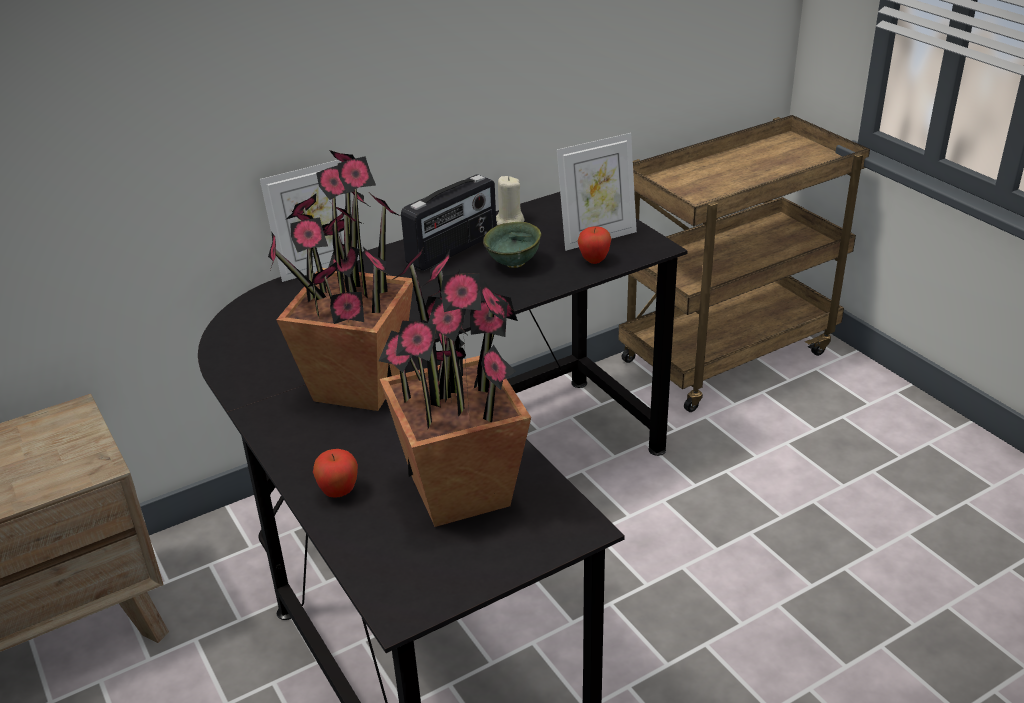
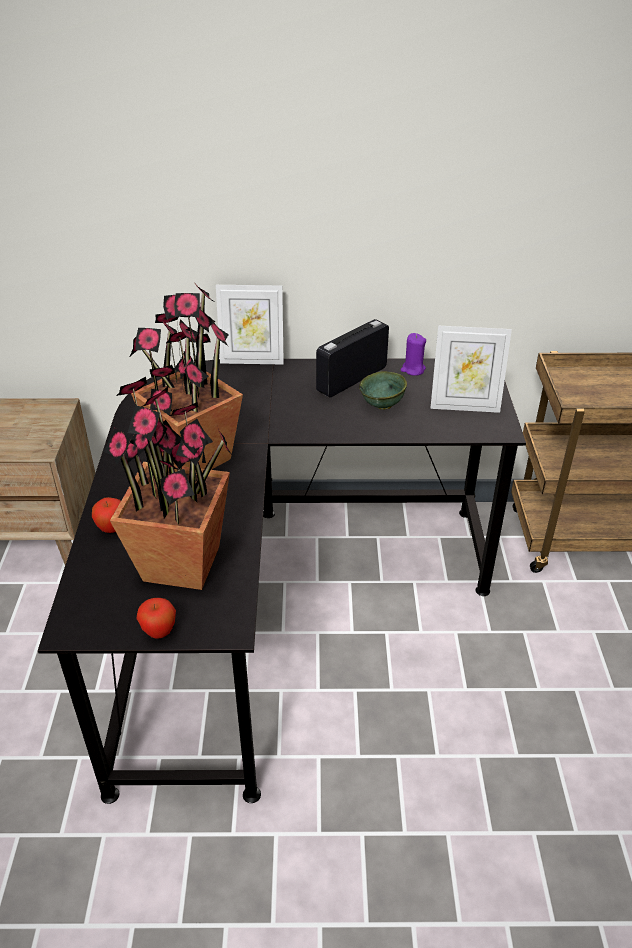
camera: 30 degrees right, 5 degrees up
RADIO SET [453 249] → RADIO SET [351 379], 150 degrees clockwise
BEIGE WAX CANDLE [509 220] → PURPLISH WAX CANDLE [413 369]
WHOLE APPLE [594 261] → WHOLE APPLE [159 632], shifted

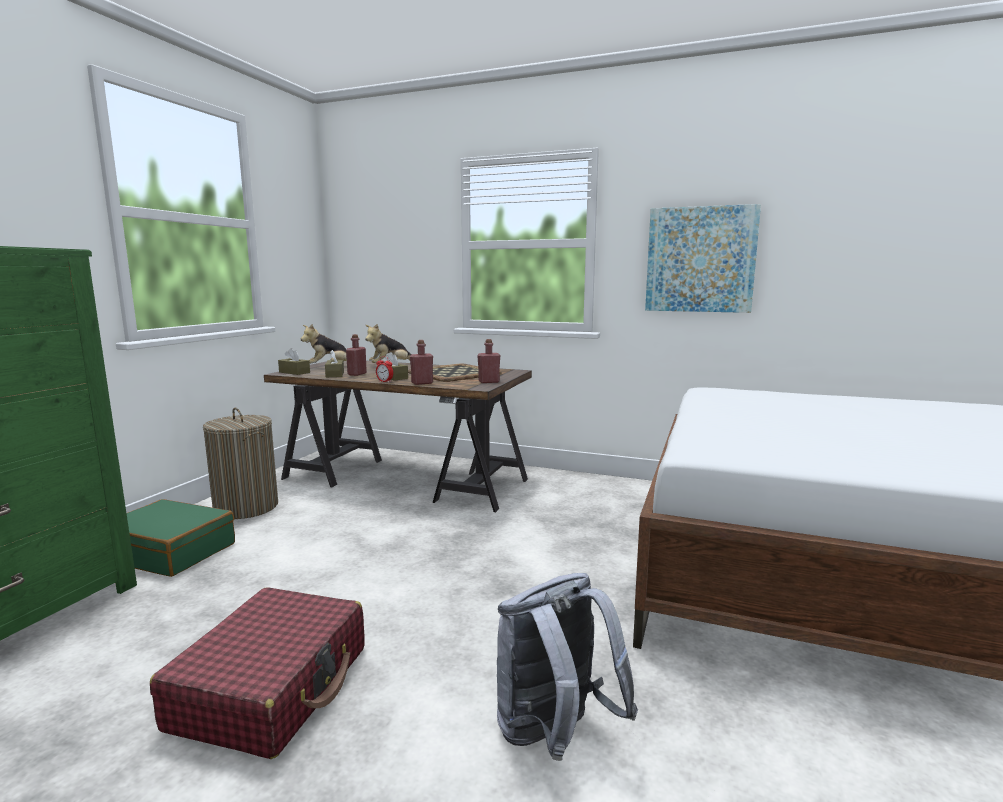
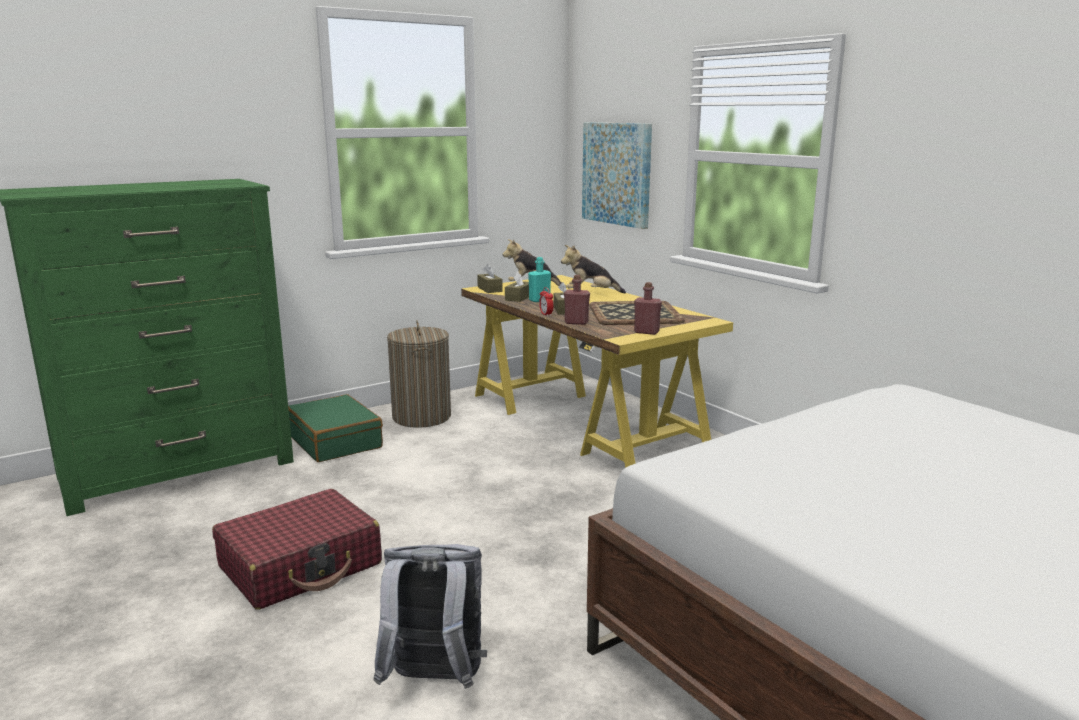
camera: 35 degrees right, 5 degrees up
BROWN DESK [405 479] → YELLOW DESK [584 422]
RED-COLOURED BOTTLE [357 374] → TURQUOISE BOTTLE [539 300]
WALL PICTURE [700 260] → WALL PICTURE [617 173], shifted

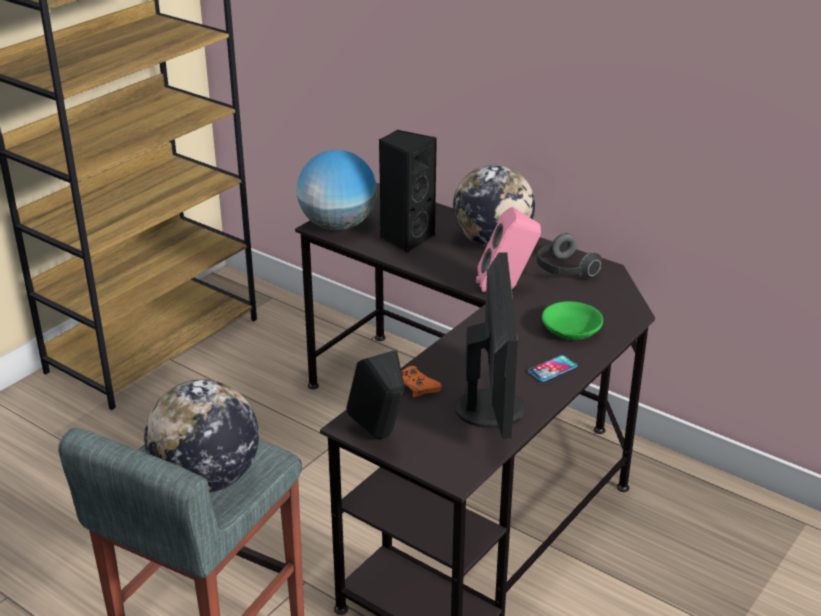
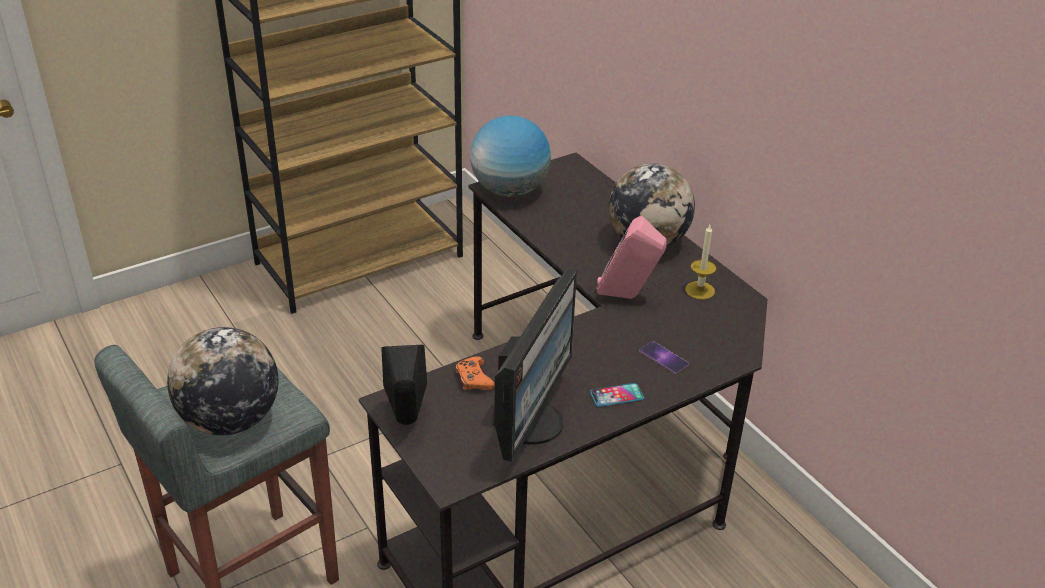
camera: 20 degrees right, 5 degrees up
BLACK AUDIO SPEAKER [406 238] → -
HEADPHONES [564 270] → WAX CANDLE [700 290]
GREEN-COLOURED BOWL [570 330] → HANDSET [663 357]

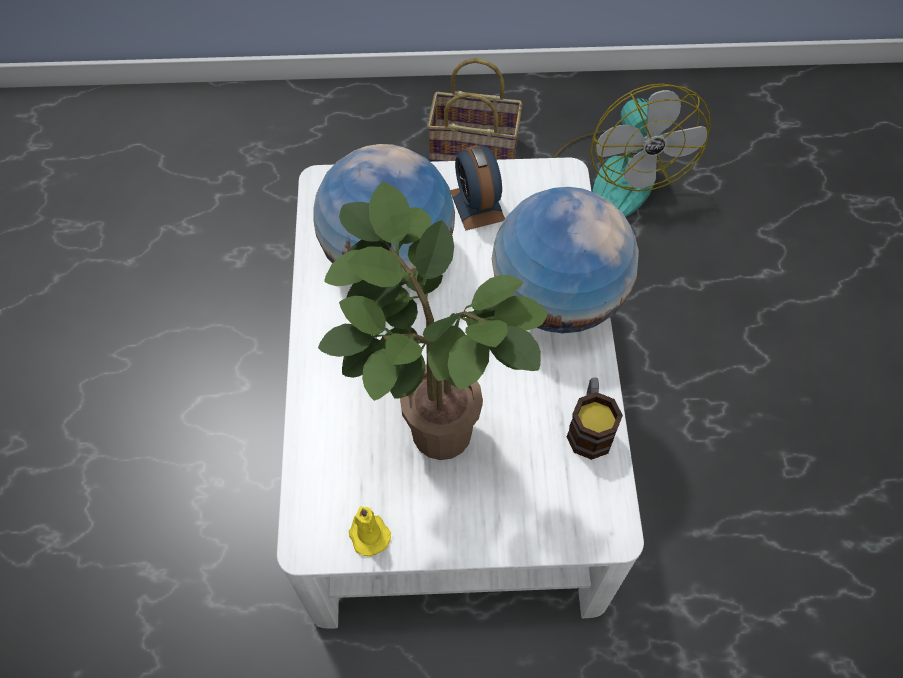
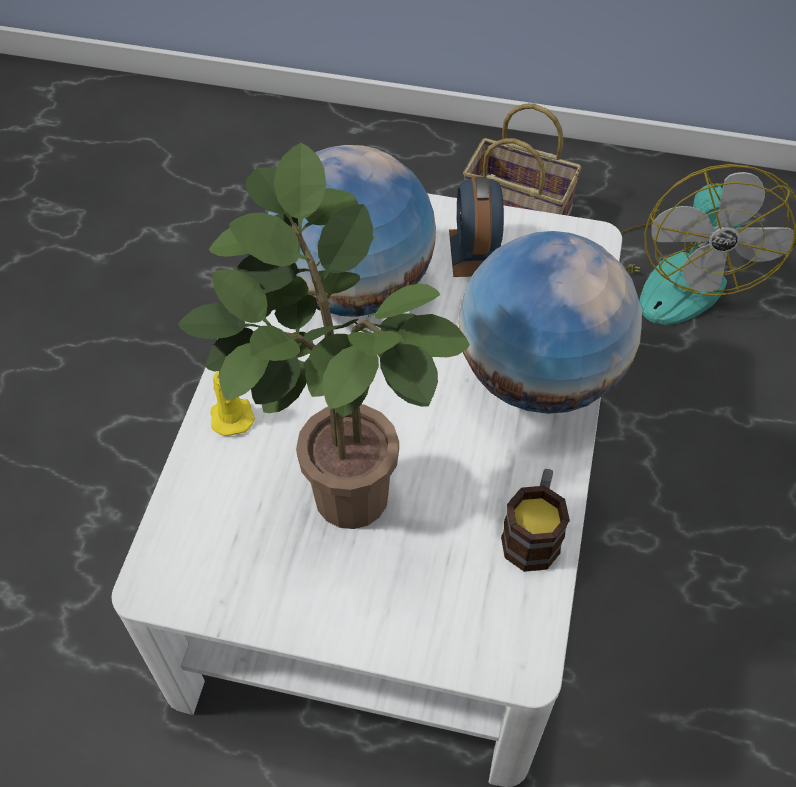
camera: 15 degrees right, 5 degrees down
YELLOW WAX CANDLE [368 533] → YELLOW WAX CANDLE [231 415], shifted

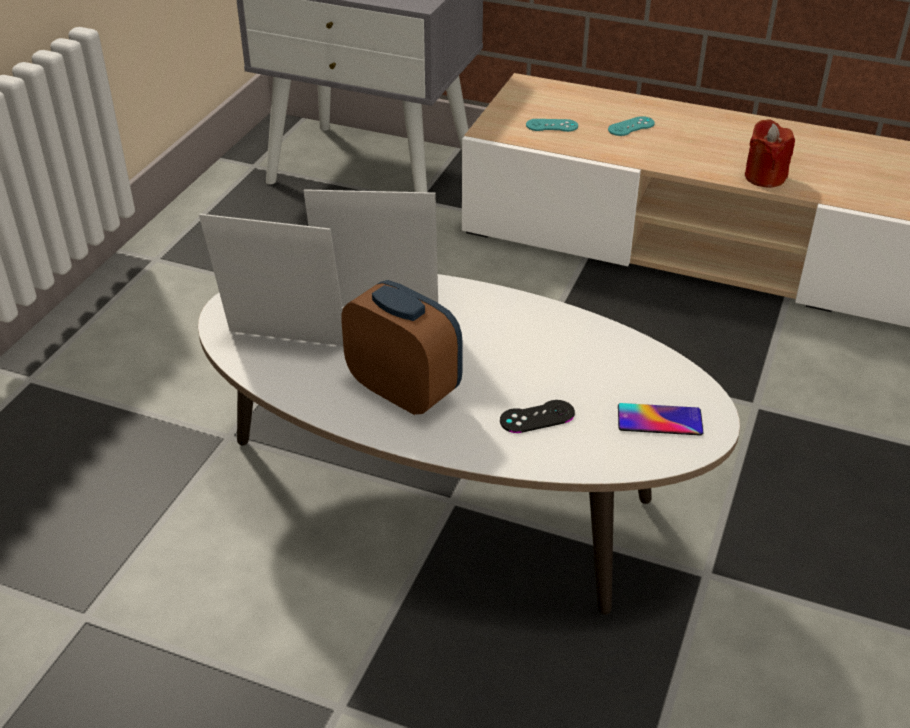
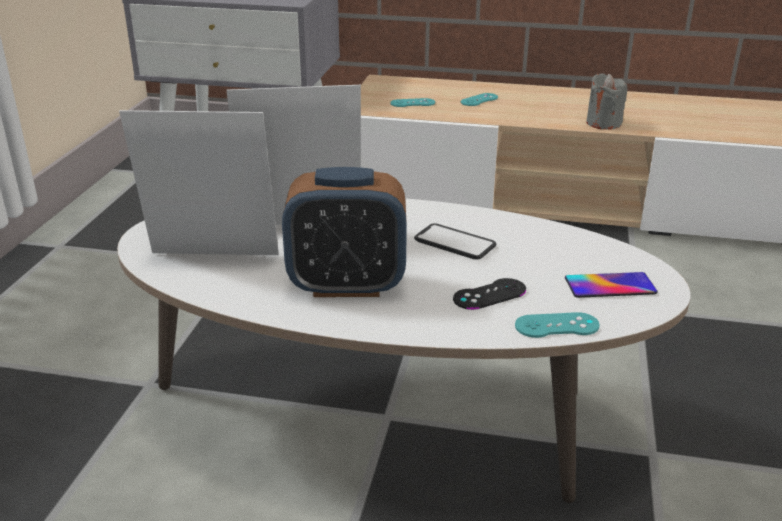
camera: 10 degrees left, 10 degrees down
TABLE CLOCK [404 391] → TABLE CLOCK [347 285], 150 degrees clockwise
RED-COLOURED WAX CANDLE [764 177] → GREY WAX CANDLE [603 123]
- → HANDSET [454 243]
- → TURQUOISE JOYPAD [557 326]

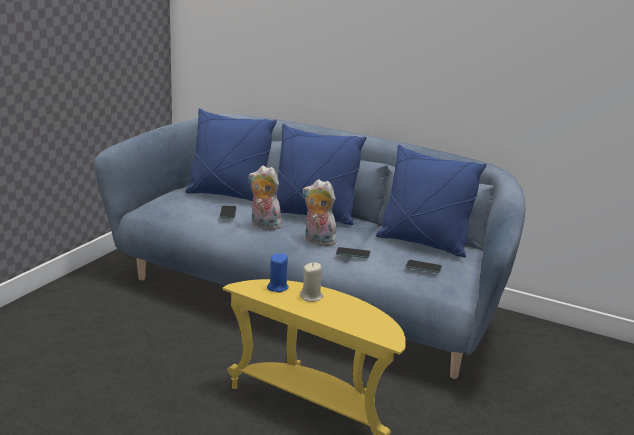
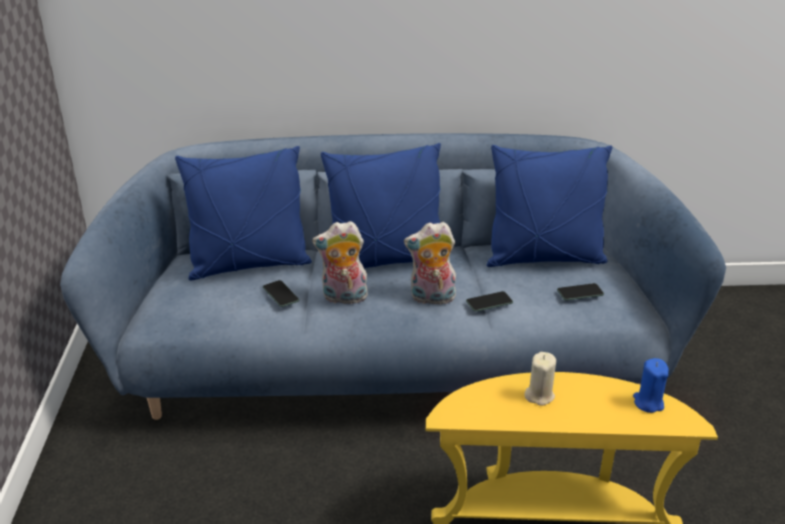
camera: 30 degrees left, 10 degrees up
BLUISH WAX CANDLE [277 287] → BLUISH WAX CANDLE [648 402], shifted

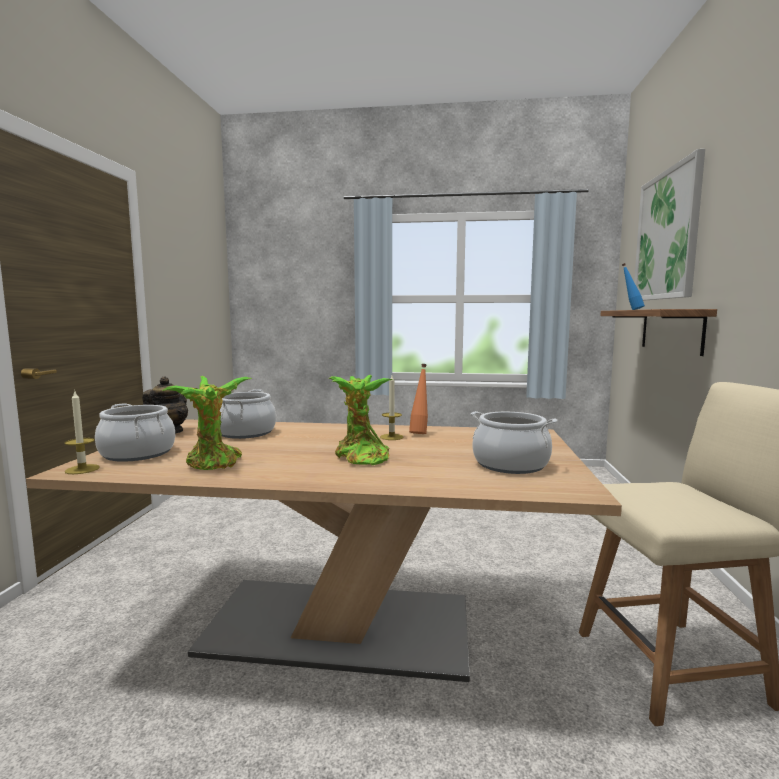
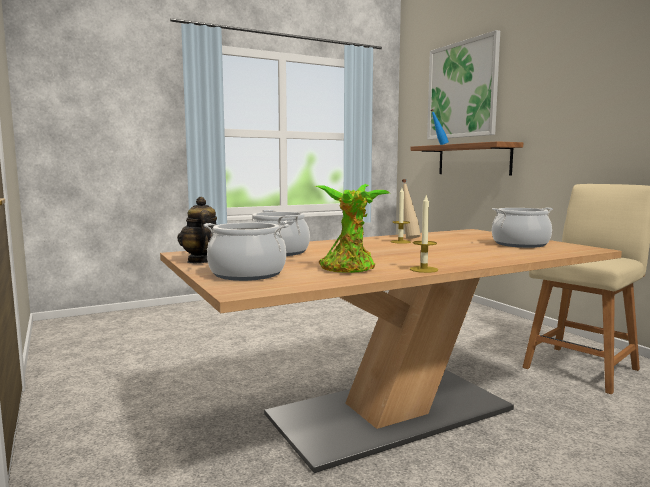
camera: 35 degrees left, 0 degrees up
WAX CANDLE [82 469] → WAX CANDLE [423 269], shifted
HOUSEPLANT [360 457] → -
ORANGEY BOTTLE [420 433] → BEIGE BOTTLE [409 238]

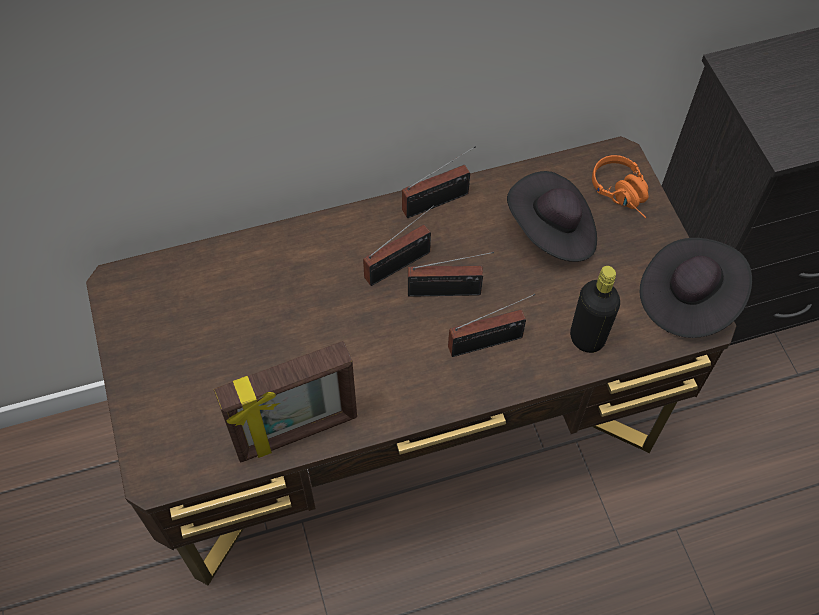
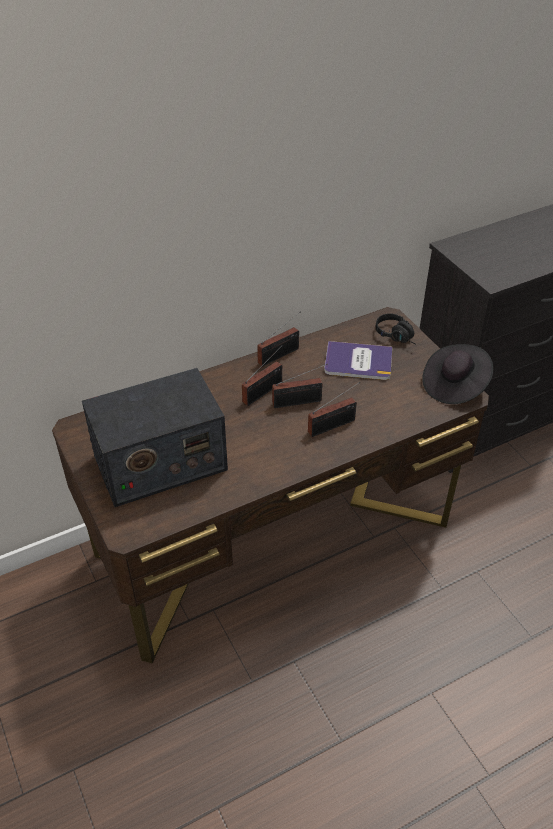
camera: 10 degrees left, 15 degrees down
STANDING FRAME [296 433] → -
BLACK WEARABLE HAT [552 232] → VOLUME [358 362]
BLACK BOTTLE [587 338] → -
ORANGEY HEADPHONES [624 194] → BLACK HEADPHONES [398 336]
- → RADIO SET [159 462]

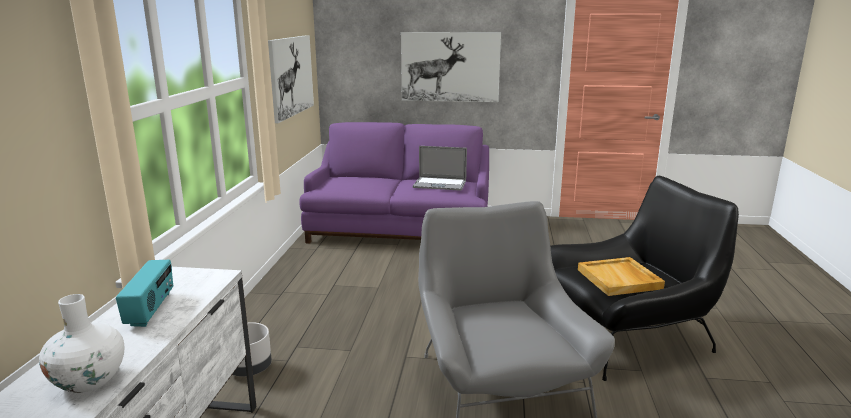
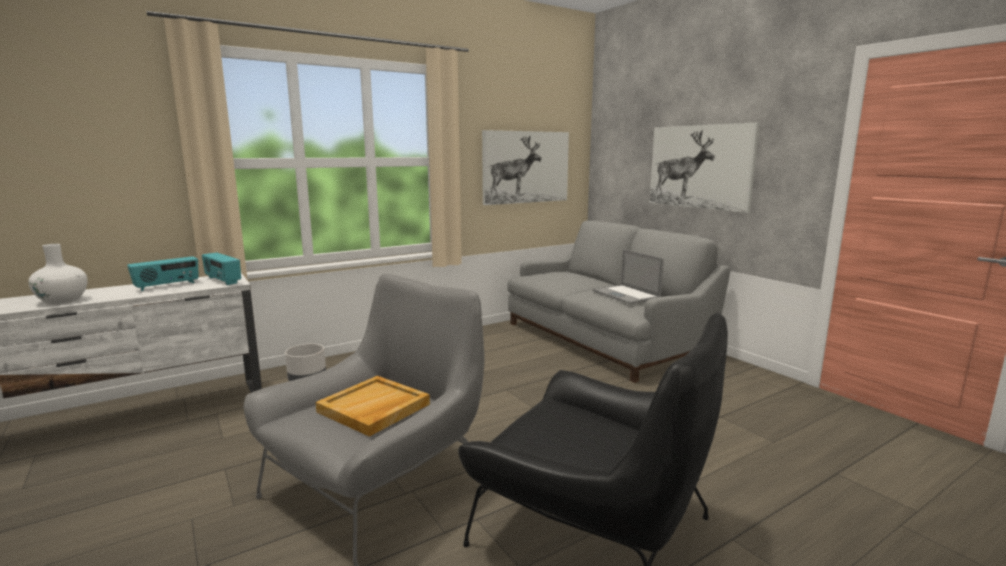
camera: 50 degrees right, 5 degrees down
PURPLISH COUCH [401 229] → GREY COUCH [605 339]
BEIGE SERVING TRAY [620 279] → BEIGE SERVING TRAY [374 408], shifted
- → RADIO SET [222 280]

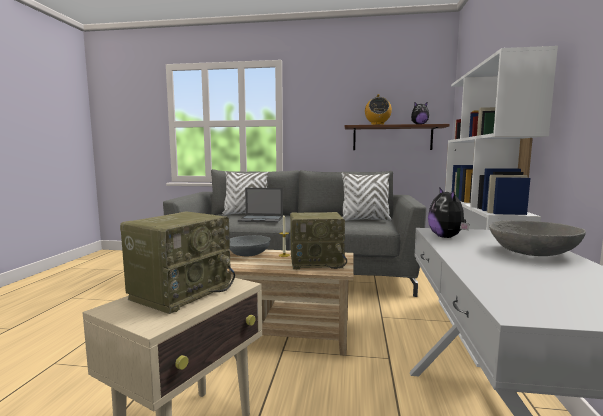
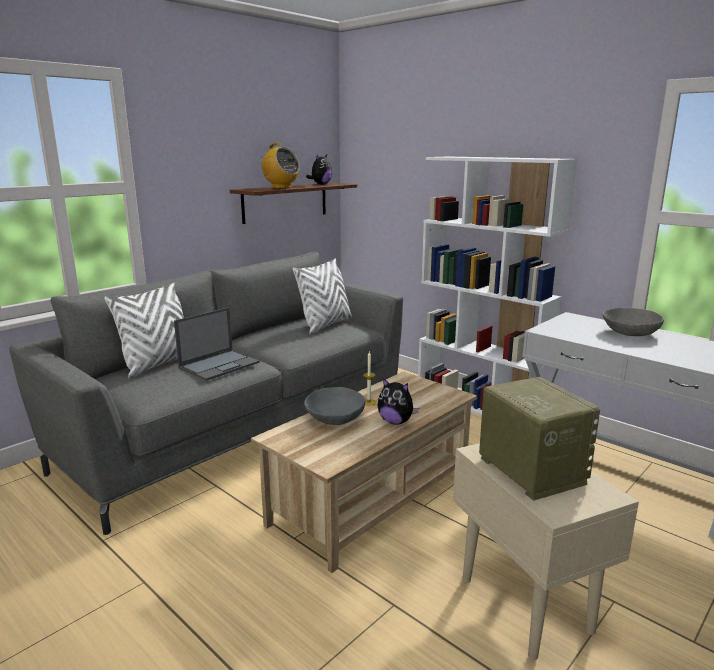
camera: 55 degrees left, 10 degrees up
RADIO SET [317 262] → -
PLUSH TOY [447 237] → PLUSH TOY [396 422], shifted

